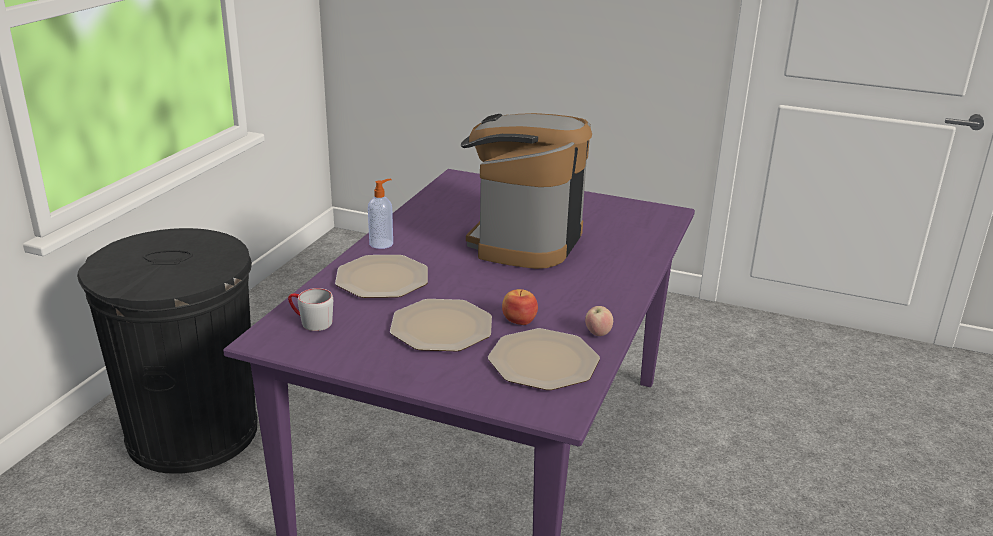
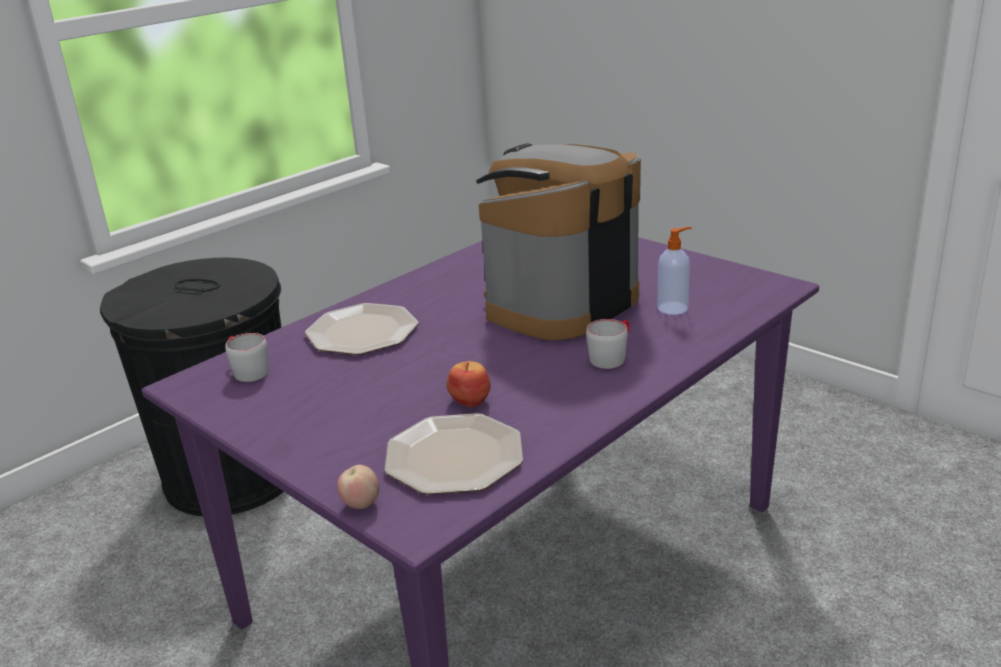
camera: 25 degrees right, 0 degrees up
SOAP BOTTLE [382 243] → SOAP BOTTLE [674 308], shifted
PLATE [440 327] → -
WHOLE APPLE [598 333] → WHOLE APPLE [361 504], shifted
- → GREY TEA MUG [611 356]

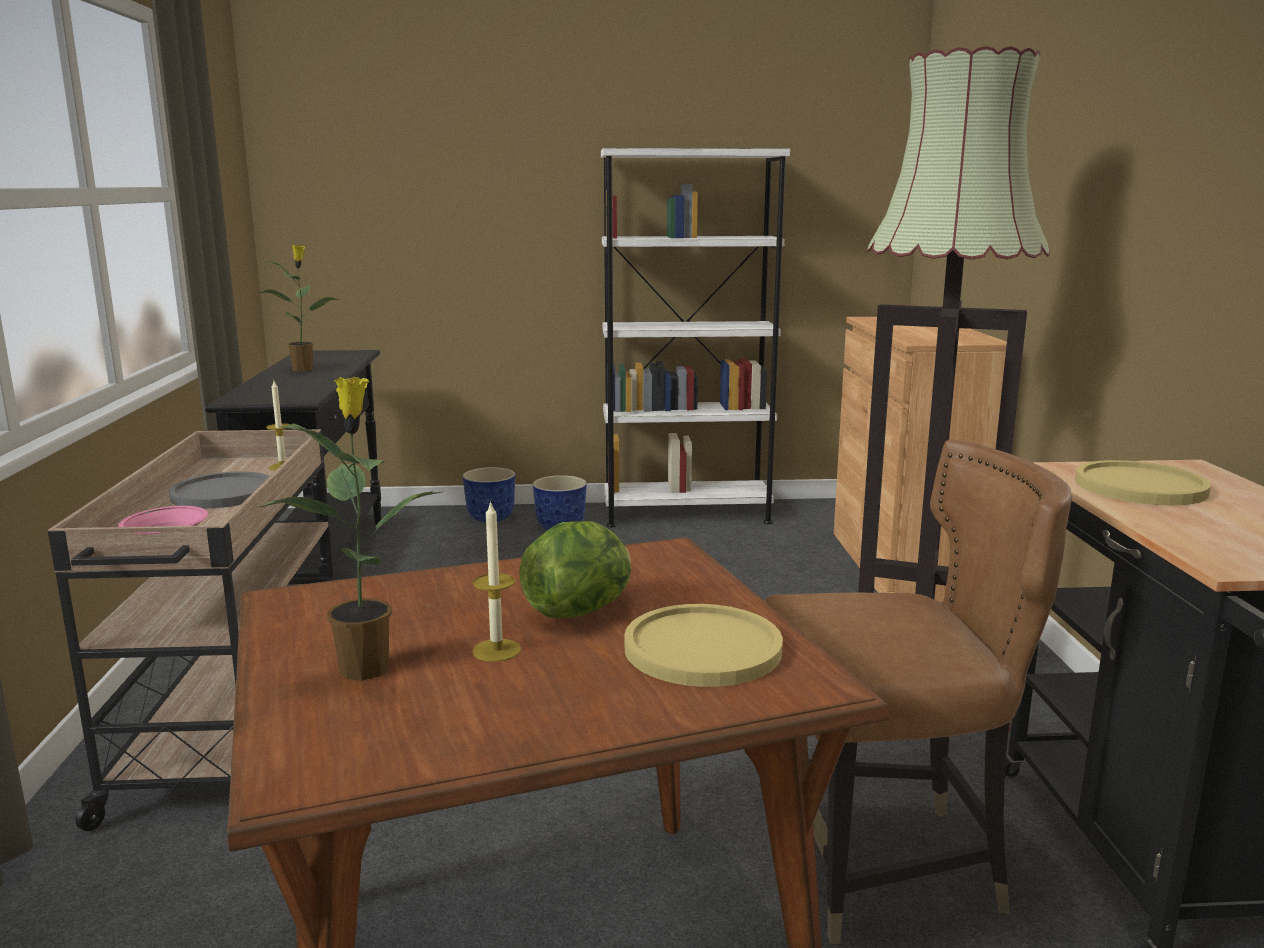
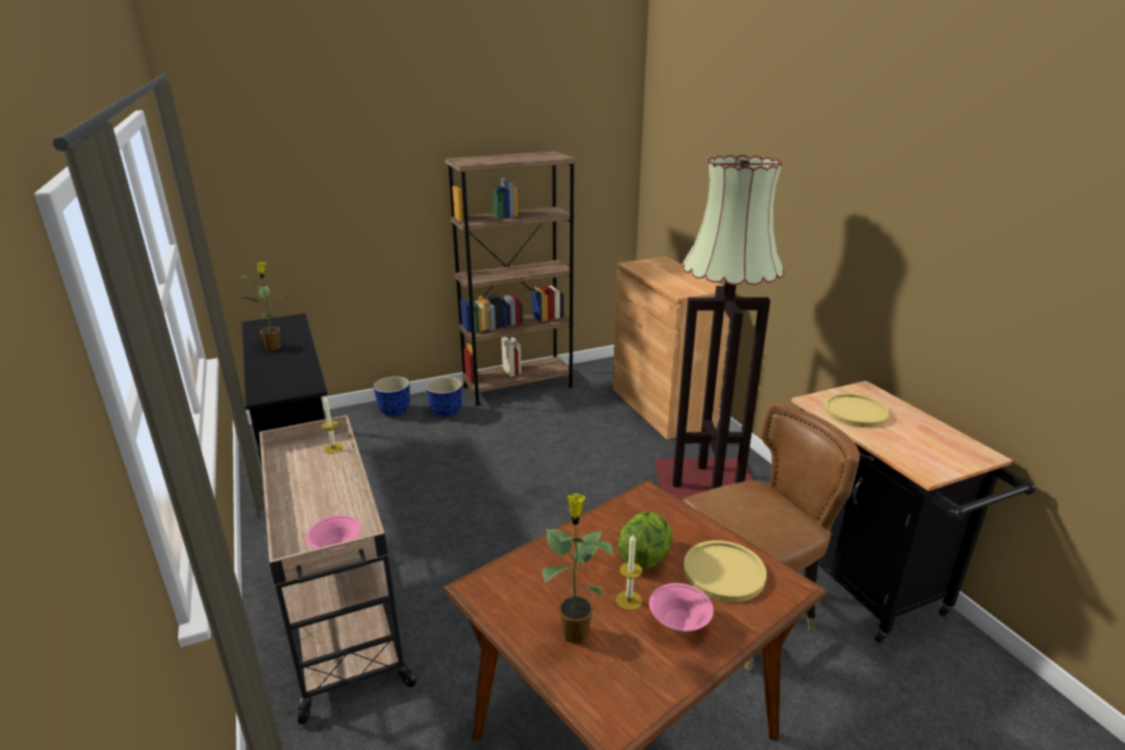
camera: 20 degrees left, 10 degrees up
GREY PLATE [223 493] → -
WHITE-COLOURED SHELVING UNIT [686 513] → BROWN SHELVING UNIT [518 386]
- → PINK BOWL [679 624]

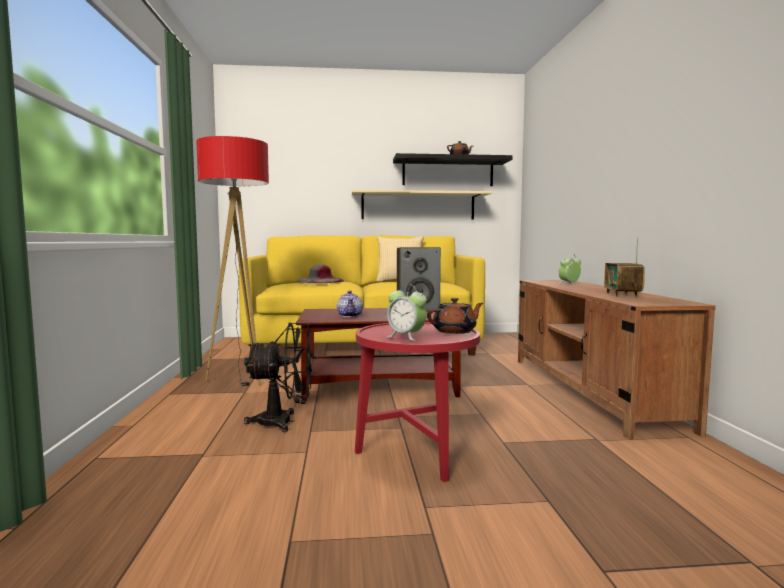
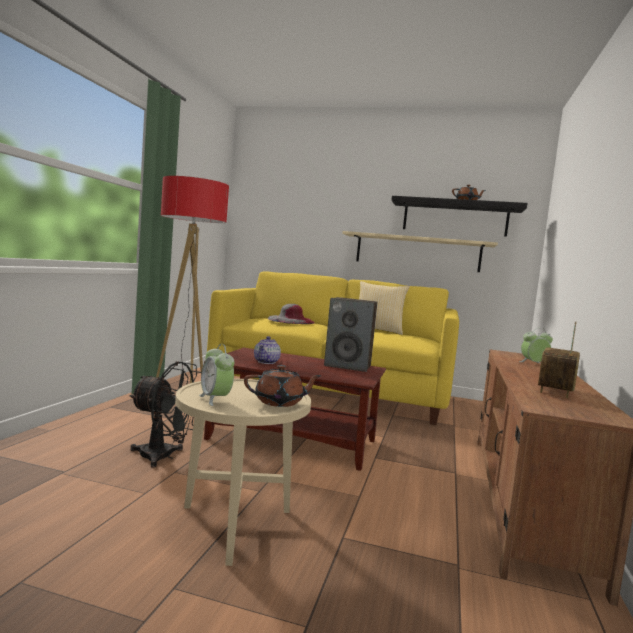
camera: 20 degrees right, 0 degrees up
RED-COLOURED END TABLE [416 457] → BEIGE END TABLE [234 528]

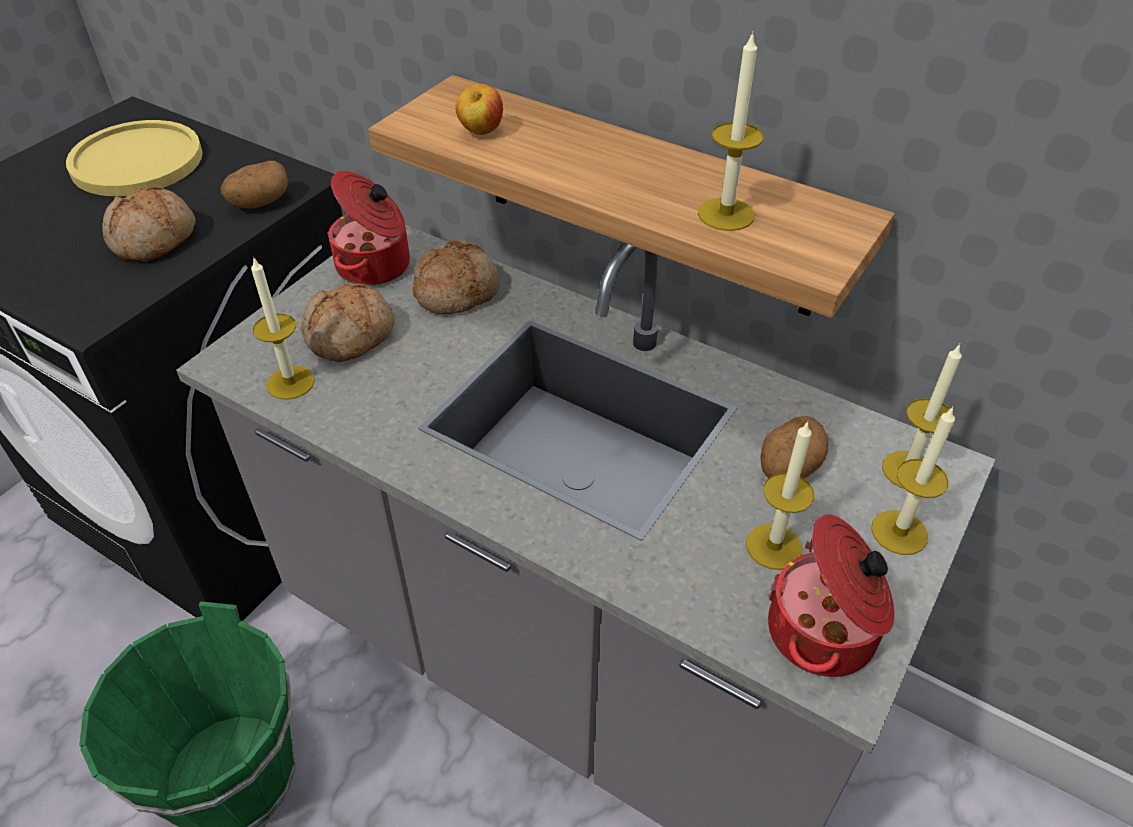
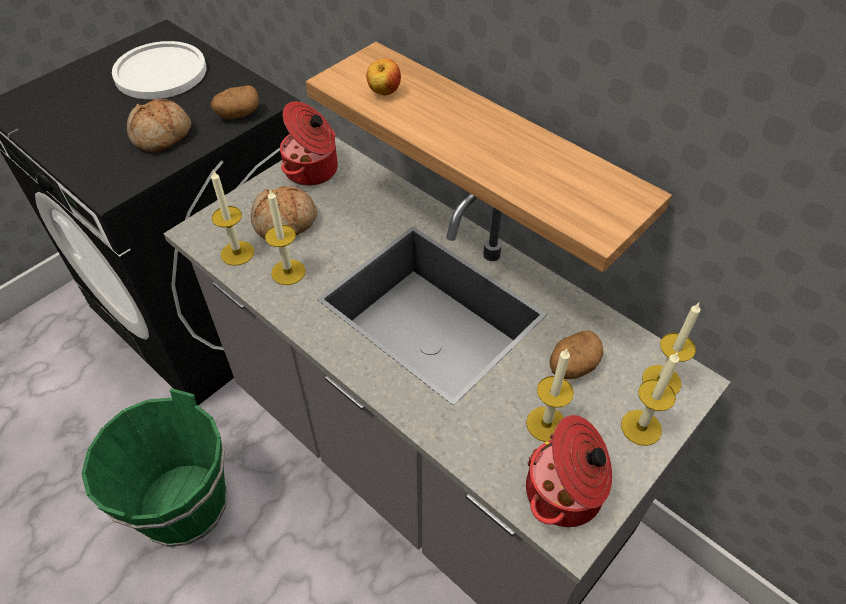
camera: 10 degrees right, 5 degrees up
YELLOW PLATE [137 161] → WHITE-COLOURED PLATE [160 72]
BREAD [456 290] → -
WAX CANDLE [726 214] → WAX CANDLE [288 272], shifted

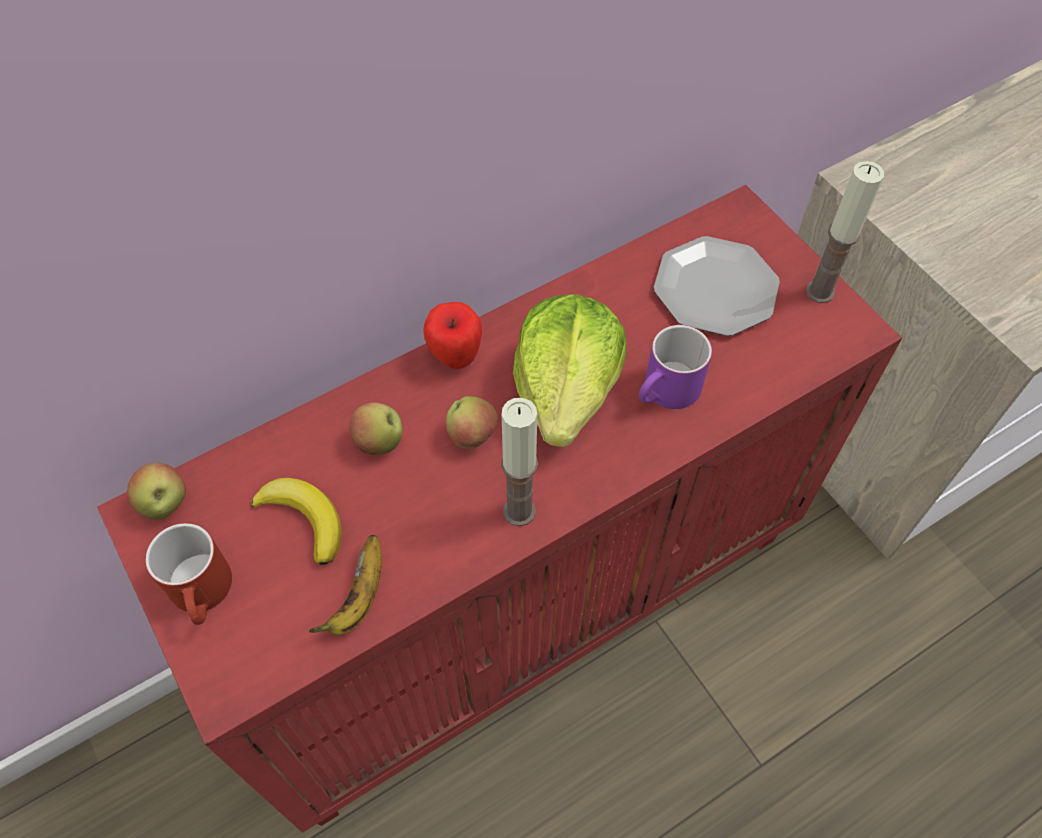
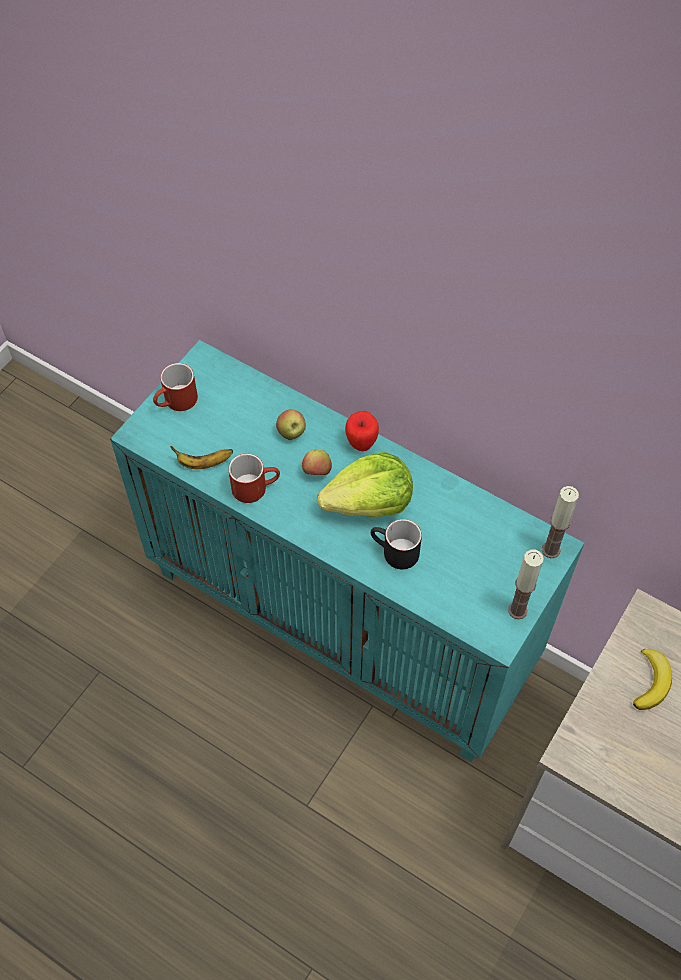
camera: 65 degrees right, 0 degrees up
RED-COLOURED STORAGE CABINET [521 602] → TURQUOISE STORAGE CABINET [344 620]
WHOLE APPLE [165 504] → -
BANANA FRUIT [304 519] → BANANA FRUIT [651 682], shifted
WAX CANDLE [519 511] → WAX CANDLE [551 550], shifted
PURPLISH TEA MUG [666 394] → BLACK TEA MUG [394 552]
PLATE [716 289] → -
- → RED-COLOURED TEA MUG [255 486]

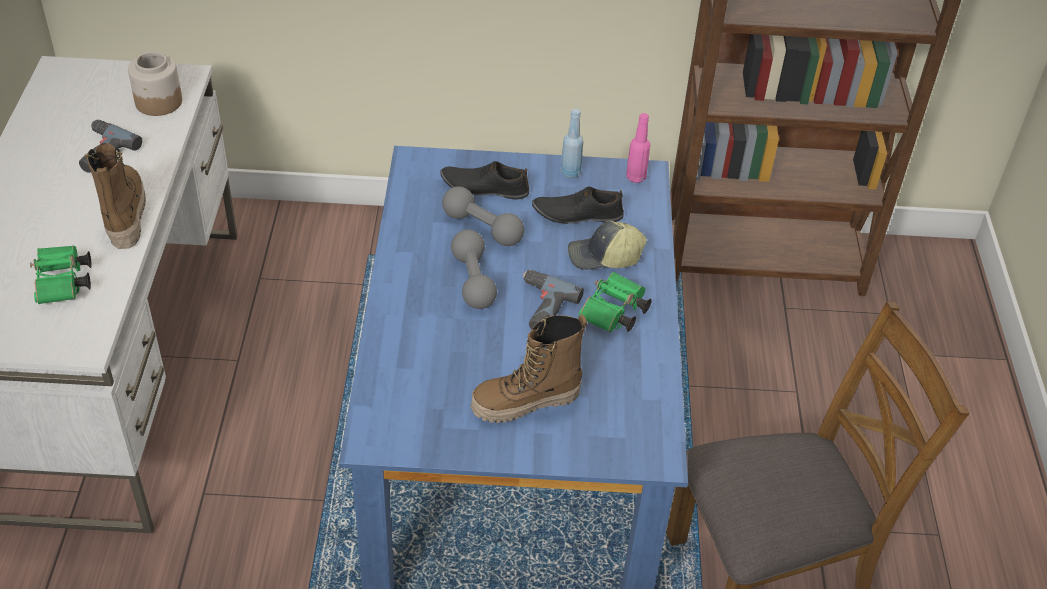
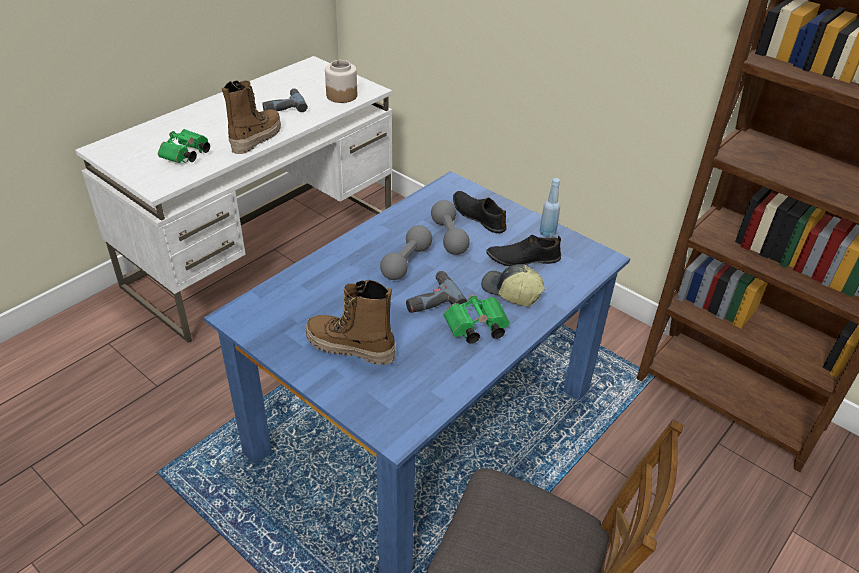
camera: 40 degrees right, 5 degrees down
BLACK ITEM OF FOOTWEAR [577 214] → BLACK ITEM OF FOOTWEAR [523 258], 45 degrees counterclockwise
PINK BOTTLE [635 177] → -

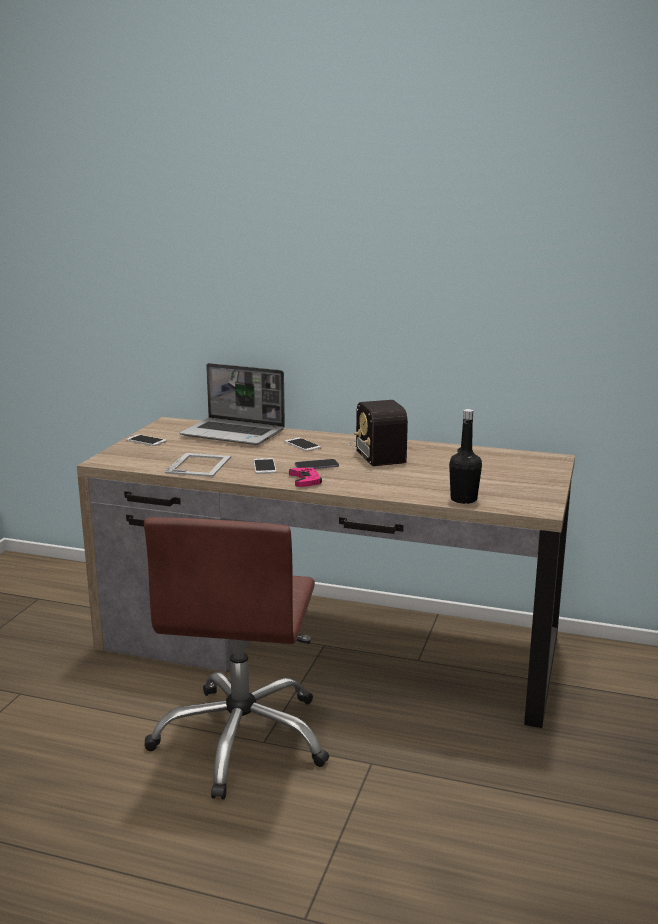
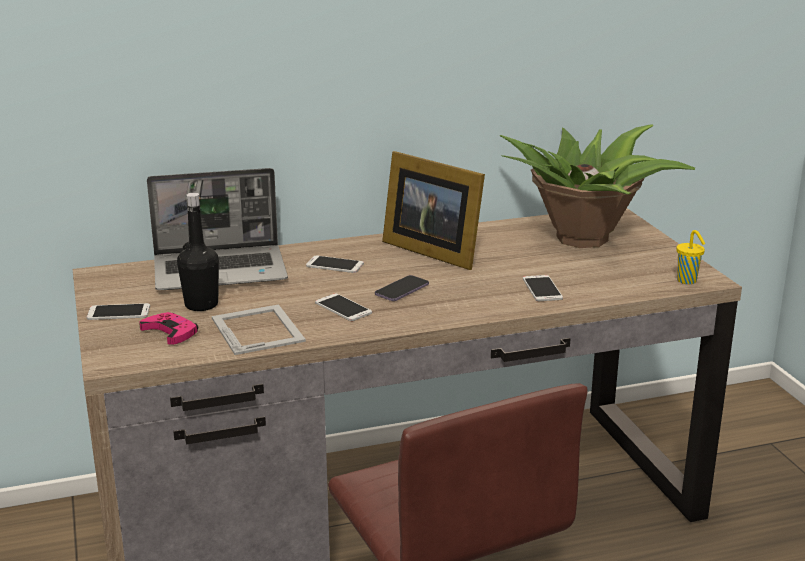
camera: 35 degrees left, 5 degrees up
PINK JOYPAD [305 480] → PINK JOYPAD [170 332], shifted
RADIO SET [378 450] → STANDING FRAME [432 250]
BLACK BOTTLE [463 499] → BLACK BOTTLE [201 305], shifted
- → HOUSEPLANT [585 239]
- → HANDSET [542 289]
- → YELLOW SMALL CUP [687 281]

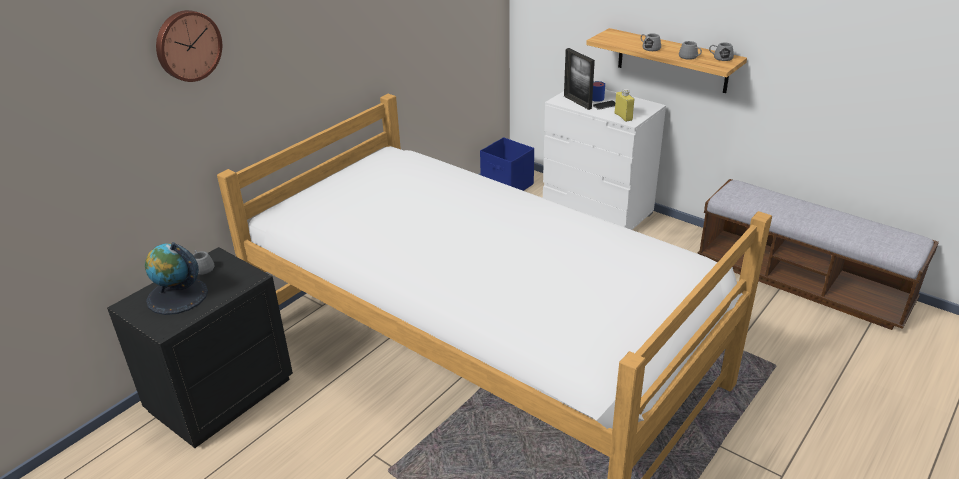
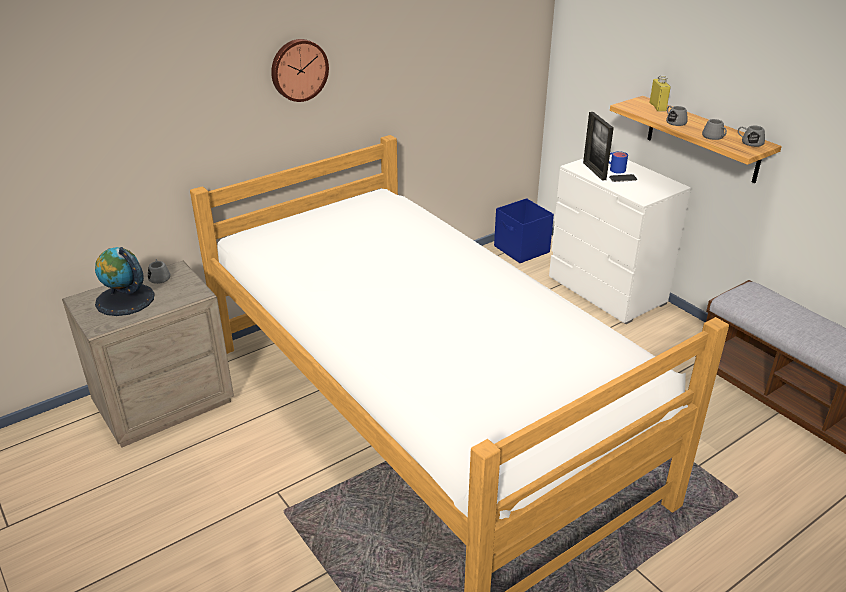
camera: 15 degrees right, 0 degrees up
BLACK NIGHT TABLE [220 395] → BEIGE NIGHT TABLE [163 402]
CLOCK ON THE WALL [187 45] → CLOCK ON THE WALL [298 69], shifted
YELLOW BOTTLE [623 117] → YELLOW BOTTLE [657 107], shifted

